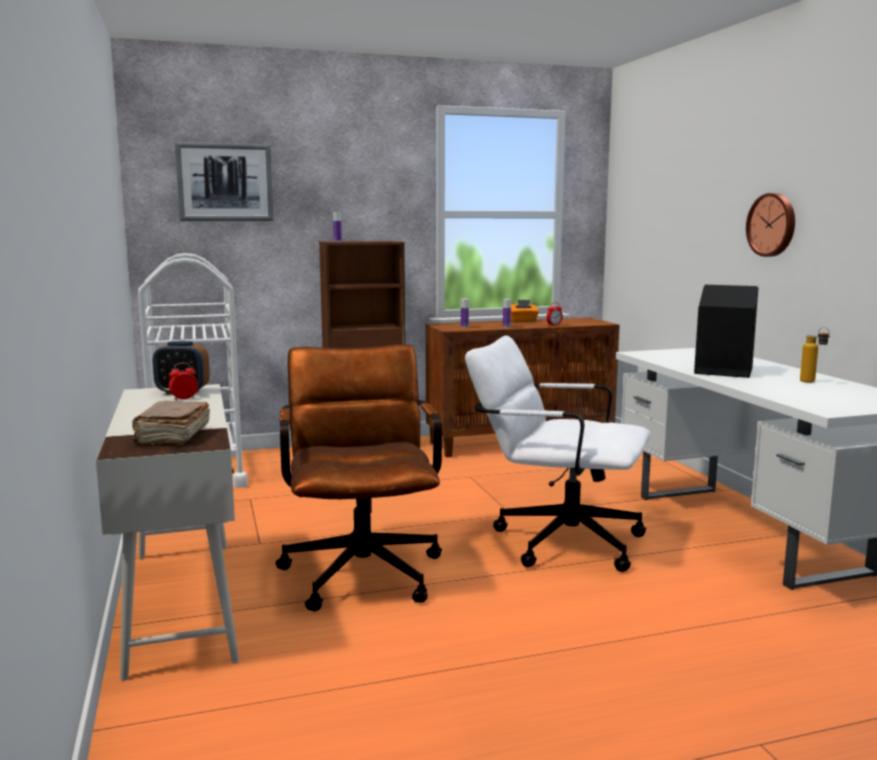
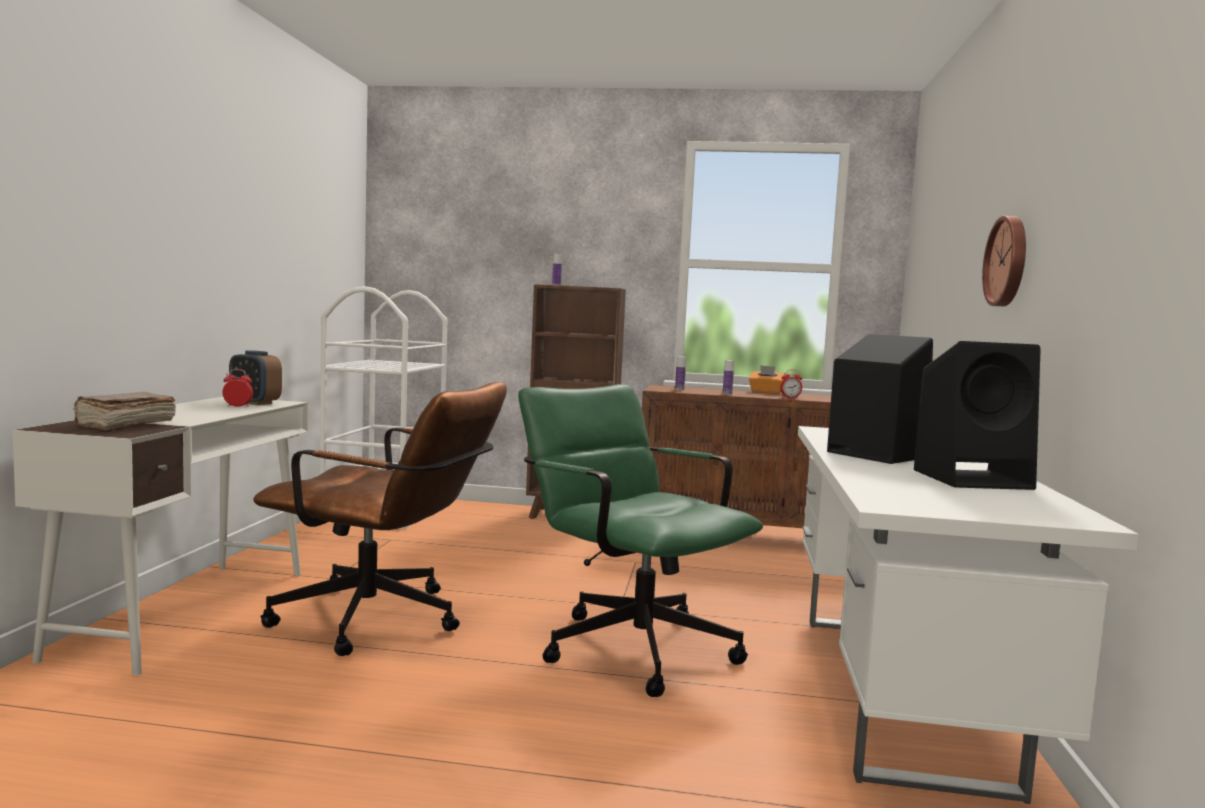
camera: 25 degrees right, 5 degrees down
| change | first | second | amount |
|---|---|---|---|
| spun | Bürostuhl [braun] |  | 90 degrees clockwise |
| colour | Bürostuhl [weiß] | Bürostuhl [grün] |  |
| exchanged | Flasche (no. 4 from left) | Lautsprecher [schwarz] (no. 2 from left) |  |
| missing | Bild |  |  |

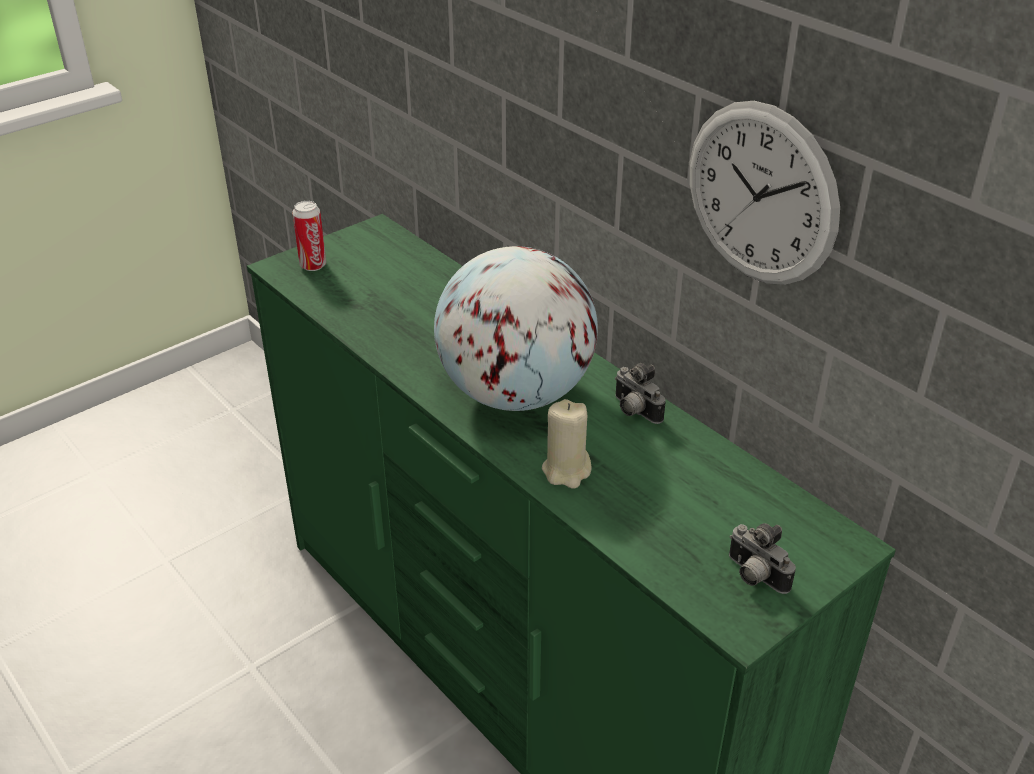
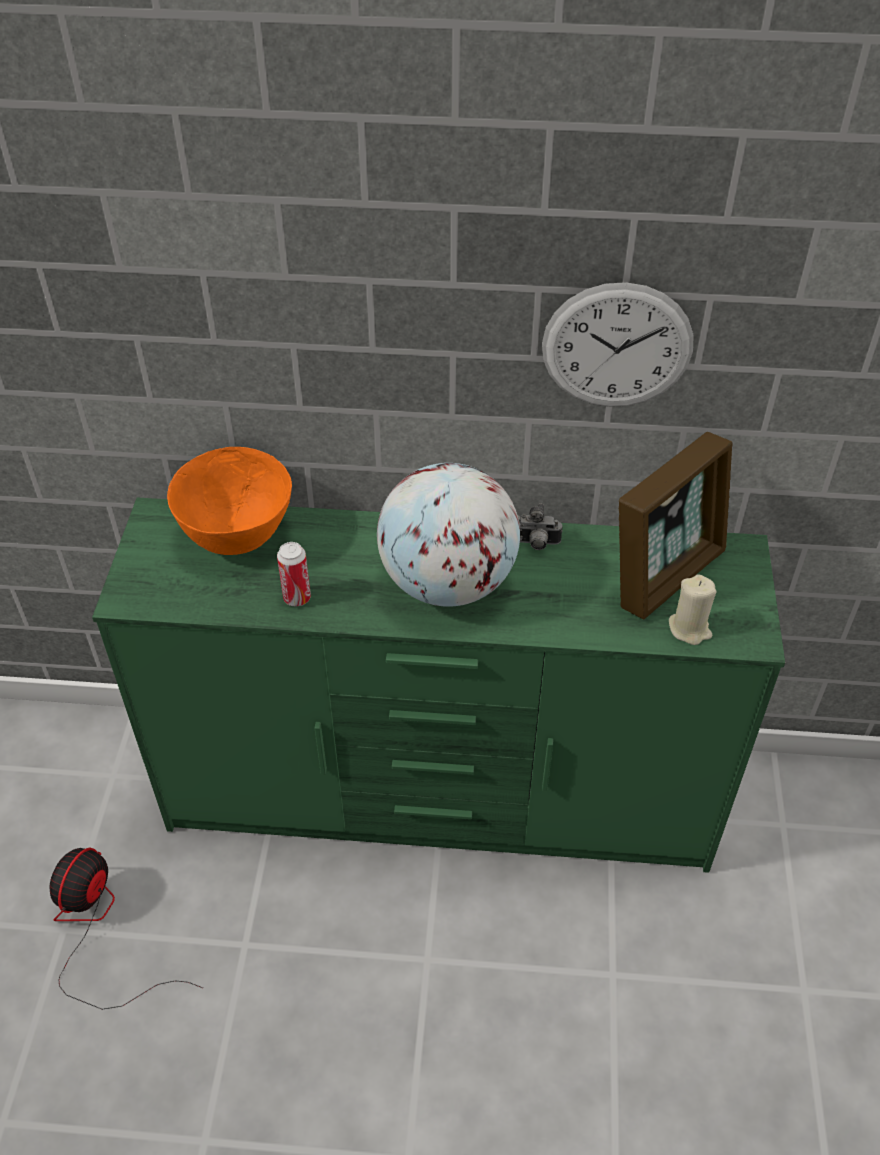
camera: 45 degrees left, 10 degrees up
| change | first | second | amount |
|---|---|---|---|
| appeared |  | Ventilator |  |
| appeared |  | Schüssel [orange] |  |
| relocated | Dose |  |  |
| appeared |  | Bilderrahmen |  |
| relocated | Kerze [beige] |  |  |
| missing | Kamera (no. 2 from left) |  |  |

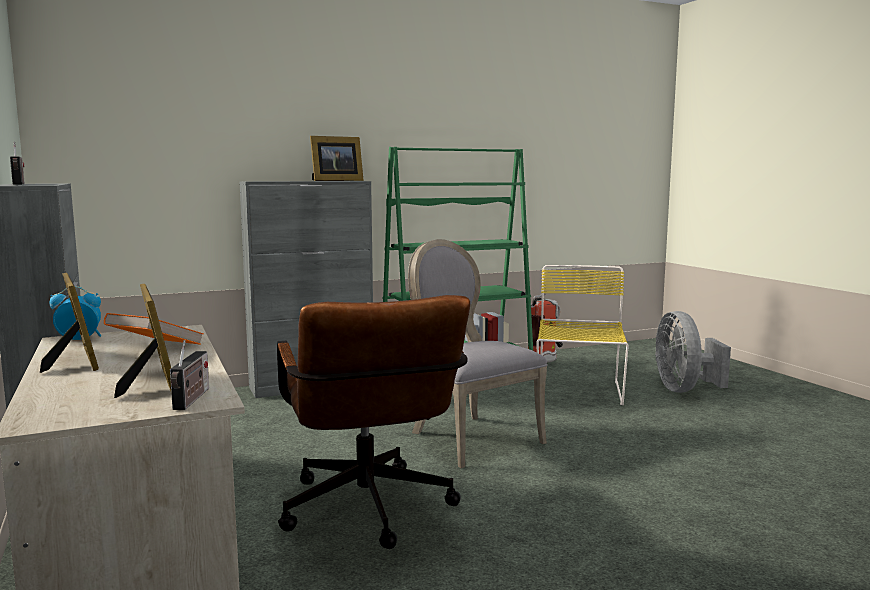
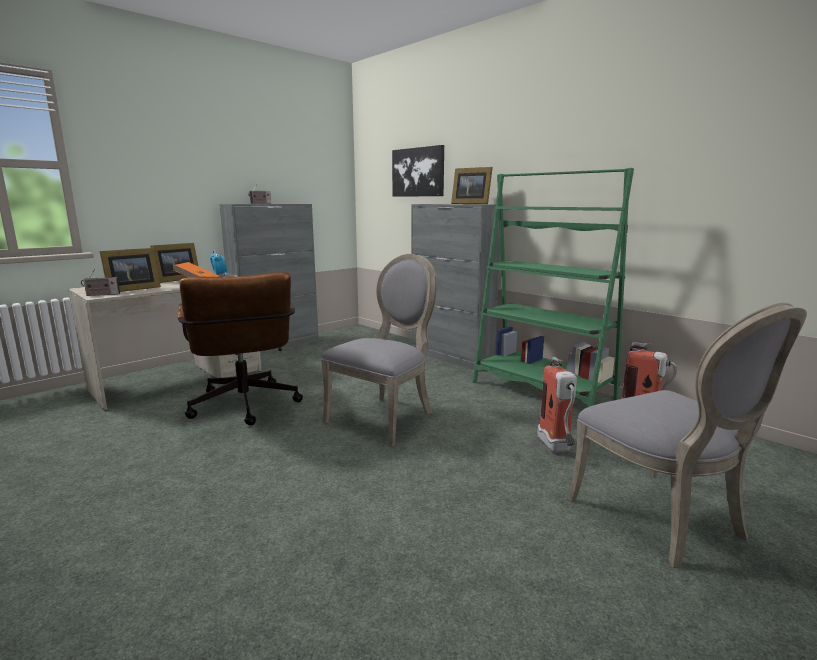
camera: 70 degrees right, 5 degrees up
| change | first | second | amount |
|---|---|---|---|
| spun | Bürostuhl [braun] |  | 75 degrees counterclockwise |
| appeared |  | Bild |  |
| exchanged | Stuhl [gelb] | Feuerlöscher (no. 1 from left) |  |
| exchanged | Ventilator [grau] | Stuhl [grau] (no. 2 from left) |  |

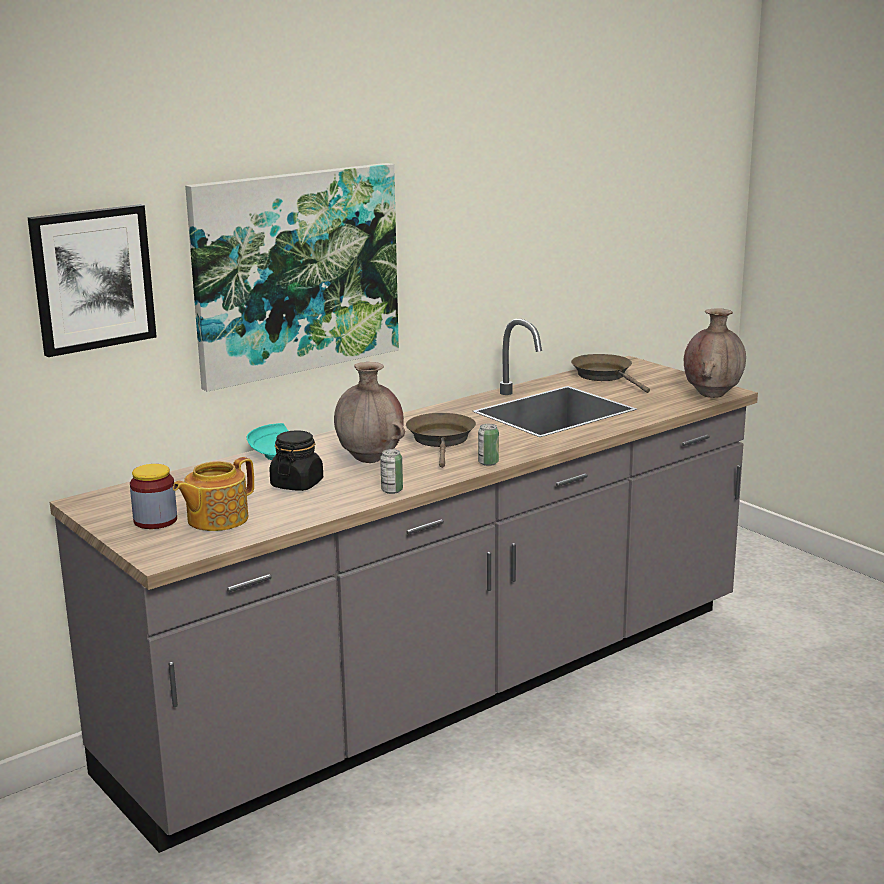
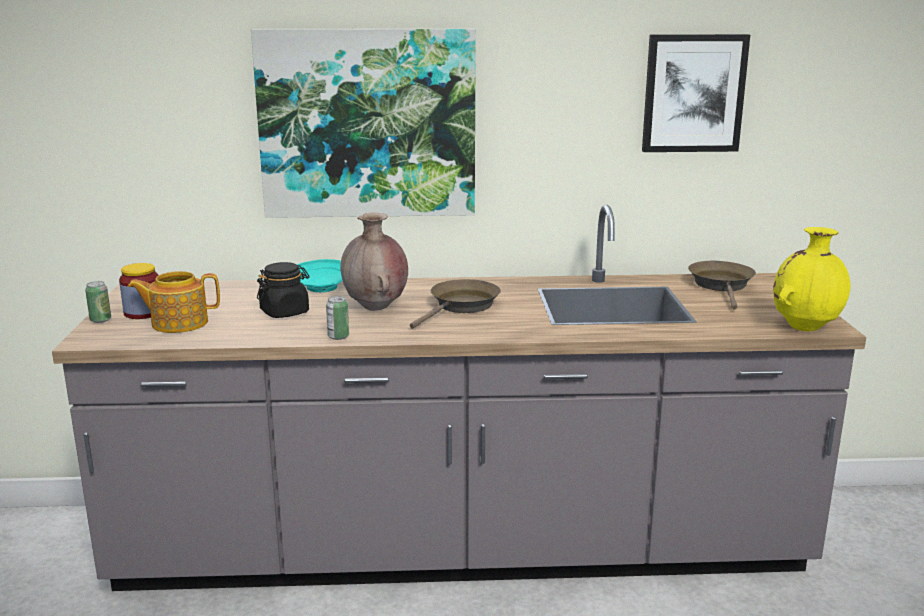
camera: 35 degrees right, 0 degrees up
| change | first | second | amount |
|---|---|---|---|
| relocated | Dose (no. 2 from left in the first image) | Dose (no. 1 from left) |  |
| relocated | Bild (no. 1 from left in the first image) | Bild (no. 2 from left) |  |
| colour | Vase [braun] (no. 2 from left) | Vase [gelb] |  |

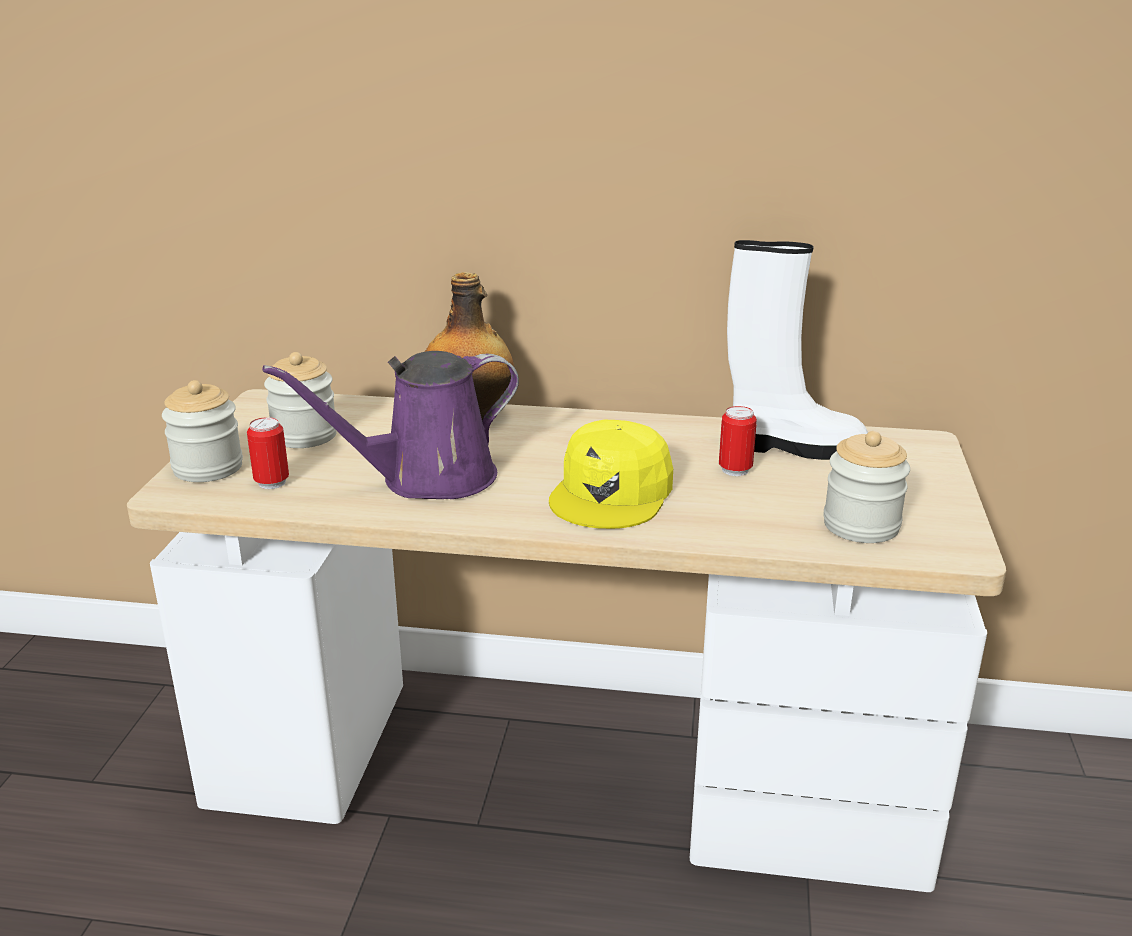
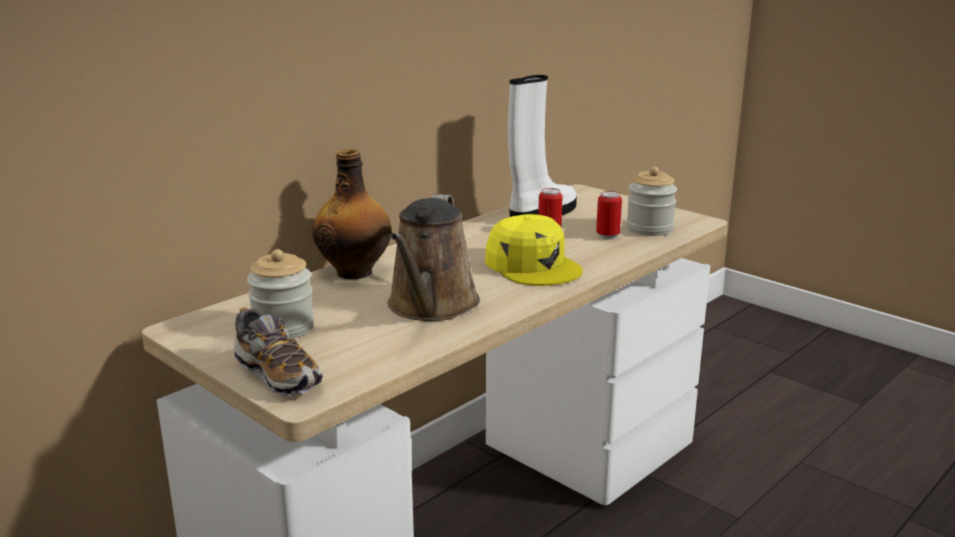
camera: 55 degrees left, 5 degrees down
| change | first | second | amount |
|---|---|---|---|
| exchanged | Vorratsglas (no. 1 from left) | Schuh |  |
| colour | Gießkanne [lila] | Gießkanne [braun] |  |
| relocated | Dose (no. 1 from left in the first image) | Dose (no. 2 from left) |  |

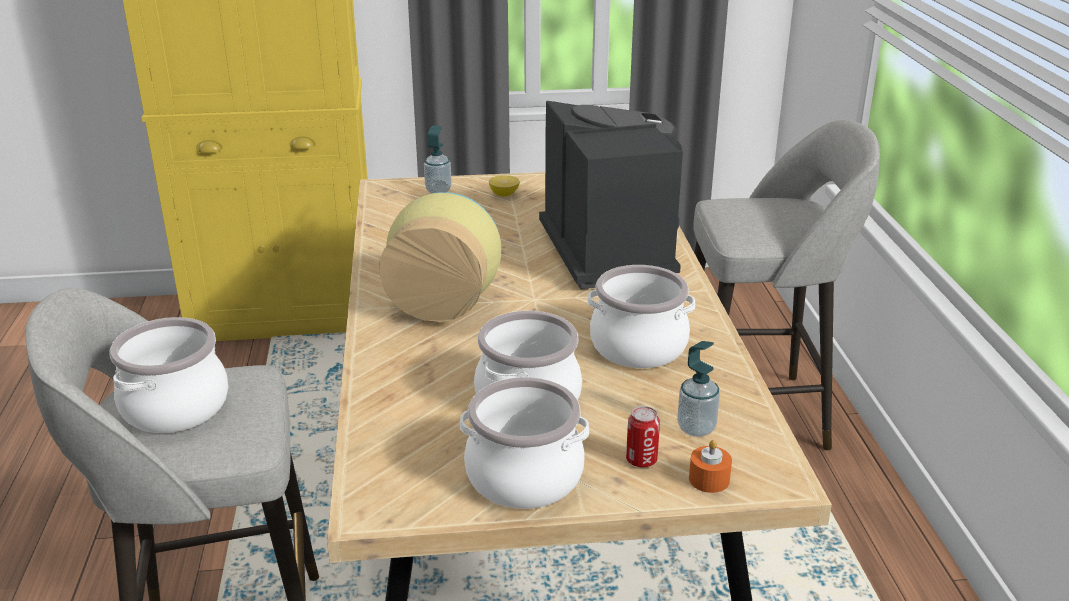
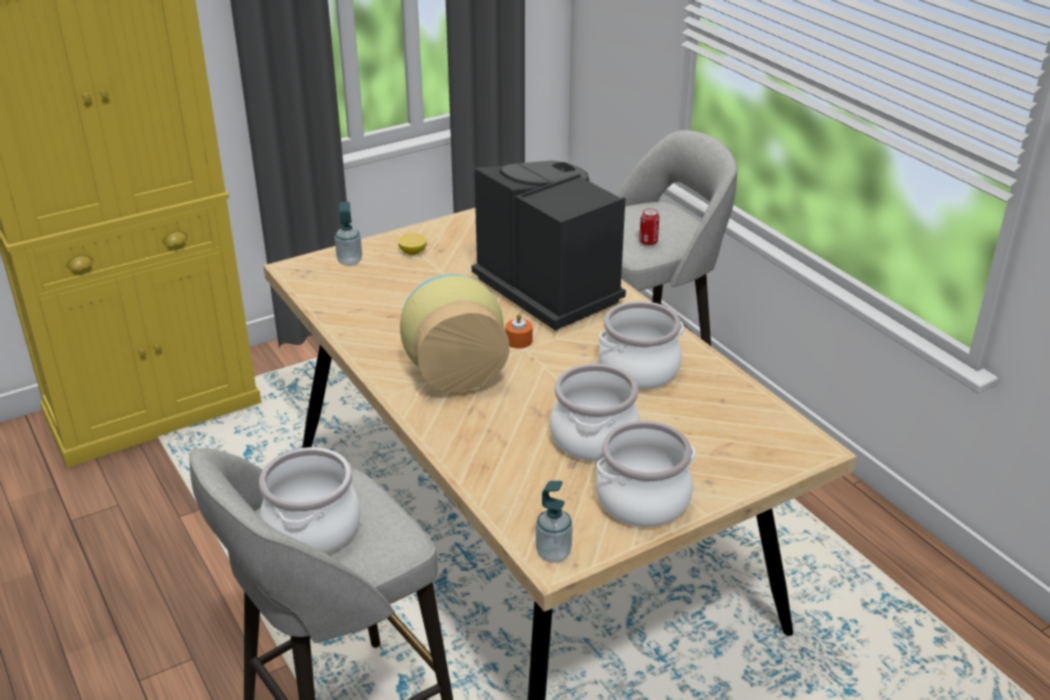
camera: 25 degrees left, 5 degrees up
| change | first | second | amount |
|---|---|---|---|
| relocated | Kerze [orange] |  |  |
| relocated | Seifenspender (no. 2 from left) |  |  |
| relocated | Dose |  |  |

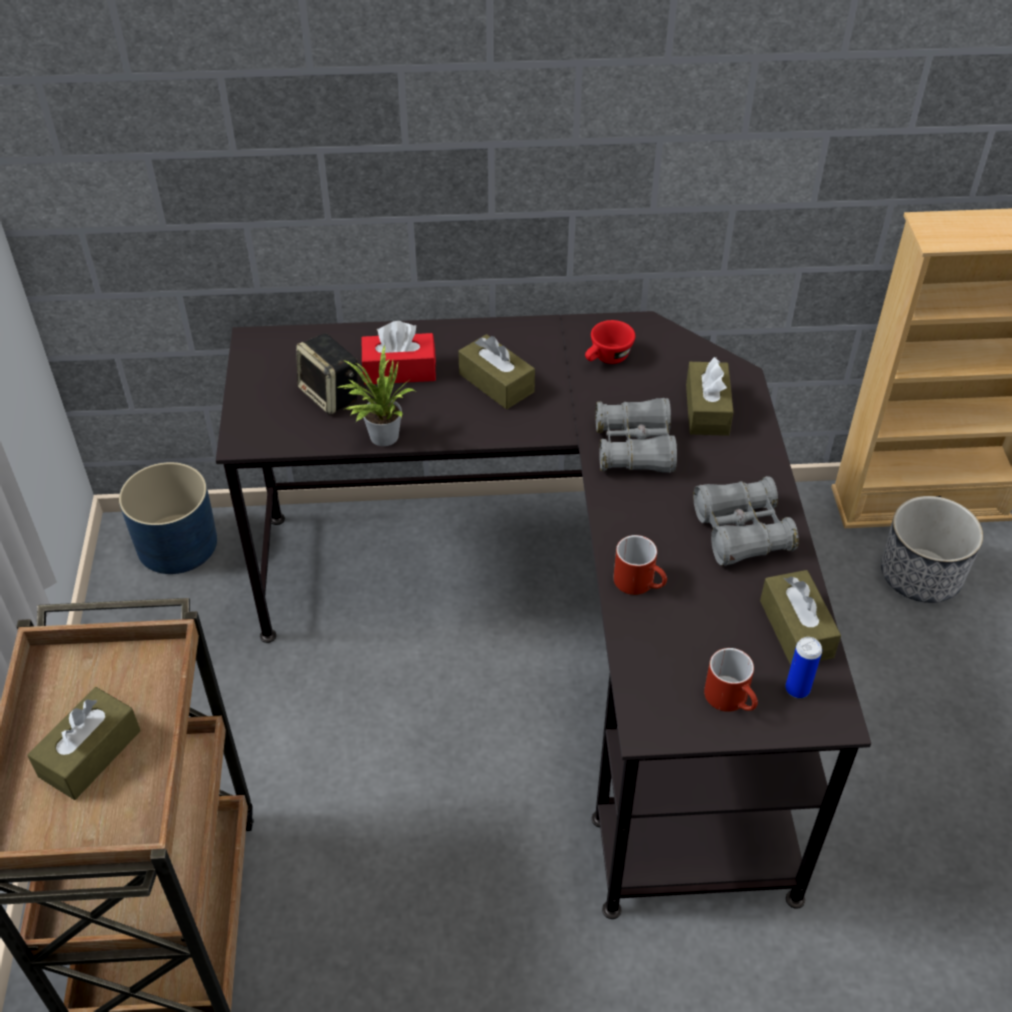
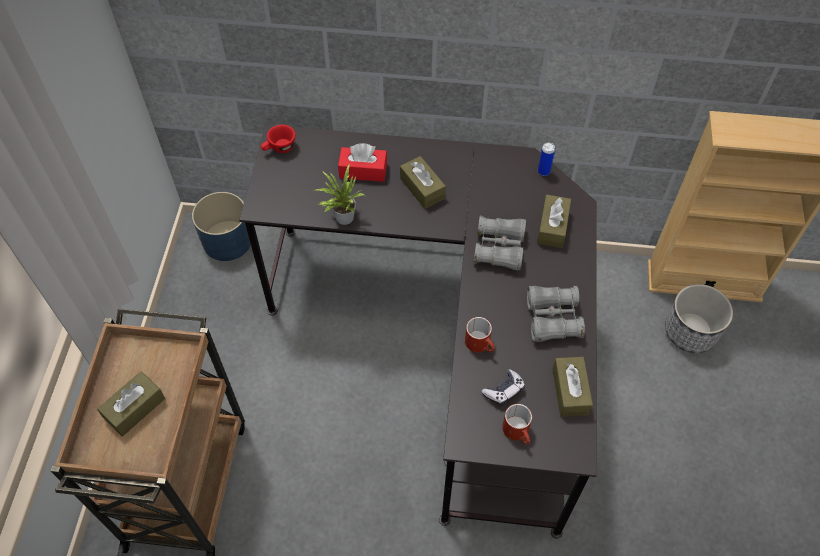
camera: 10 degrees right, 10 degrees up
| change | first | second | amount |
|---|---|---|---|
| relocated | Tasse [rot] |  |  |
| appeared |  | Gamepad |  |
| relocated | Dose |  |  |
| missing | Lautsprecher |  |  |

